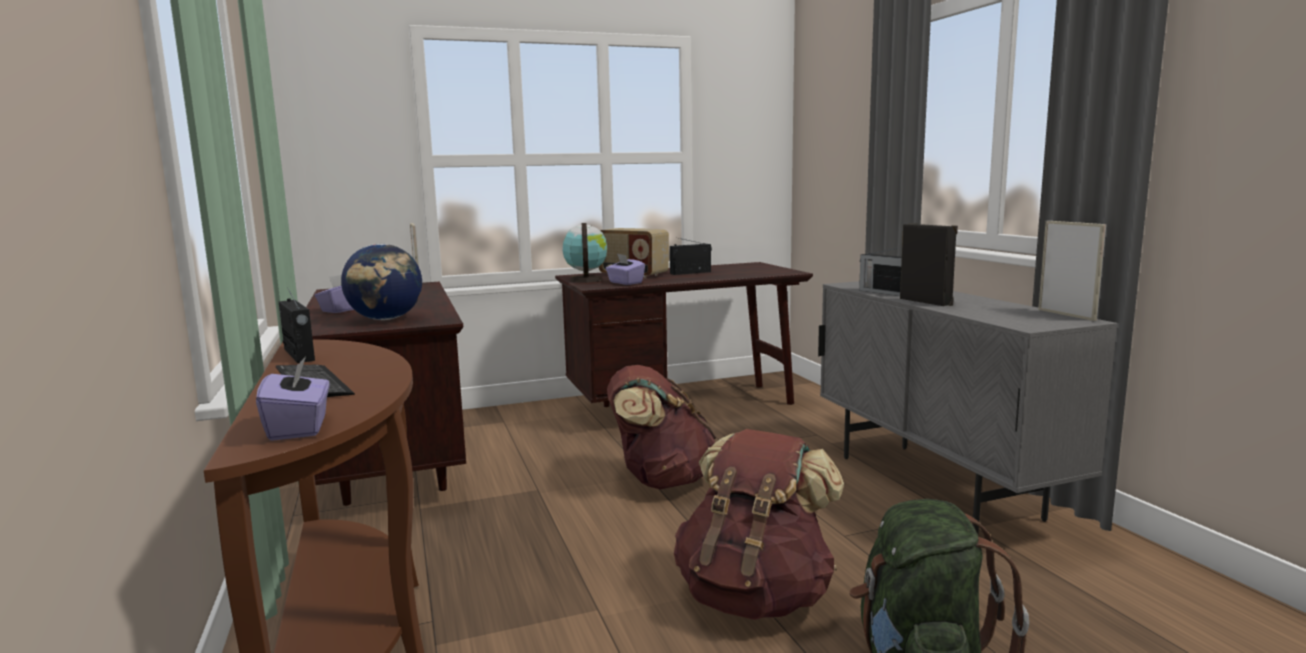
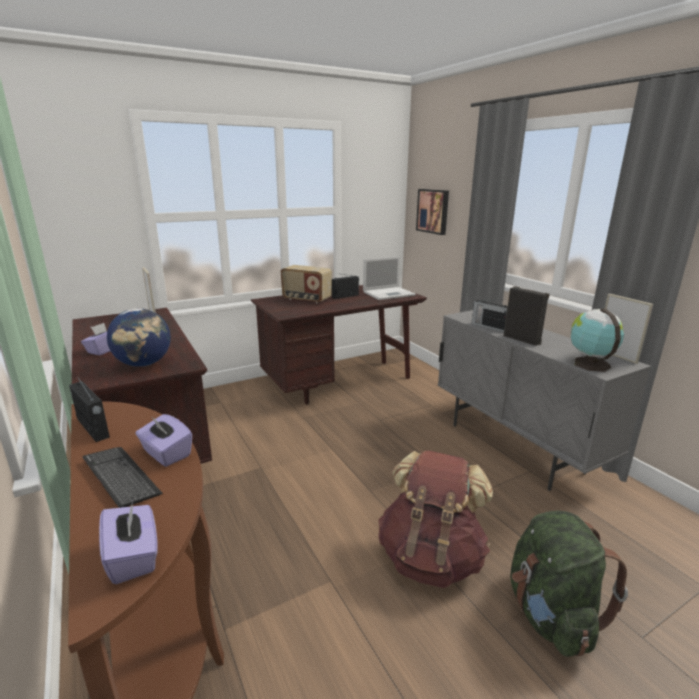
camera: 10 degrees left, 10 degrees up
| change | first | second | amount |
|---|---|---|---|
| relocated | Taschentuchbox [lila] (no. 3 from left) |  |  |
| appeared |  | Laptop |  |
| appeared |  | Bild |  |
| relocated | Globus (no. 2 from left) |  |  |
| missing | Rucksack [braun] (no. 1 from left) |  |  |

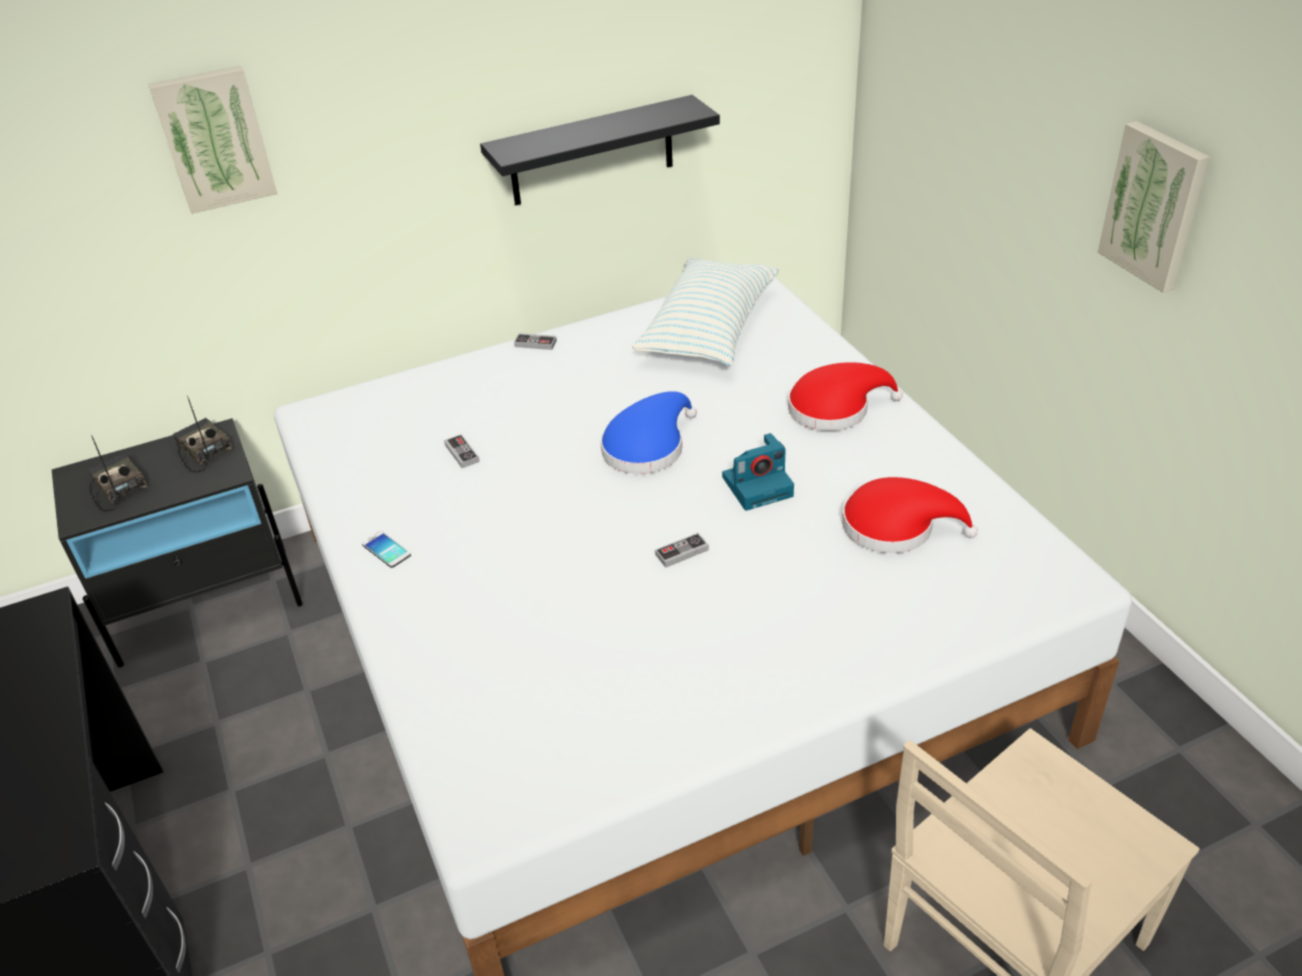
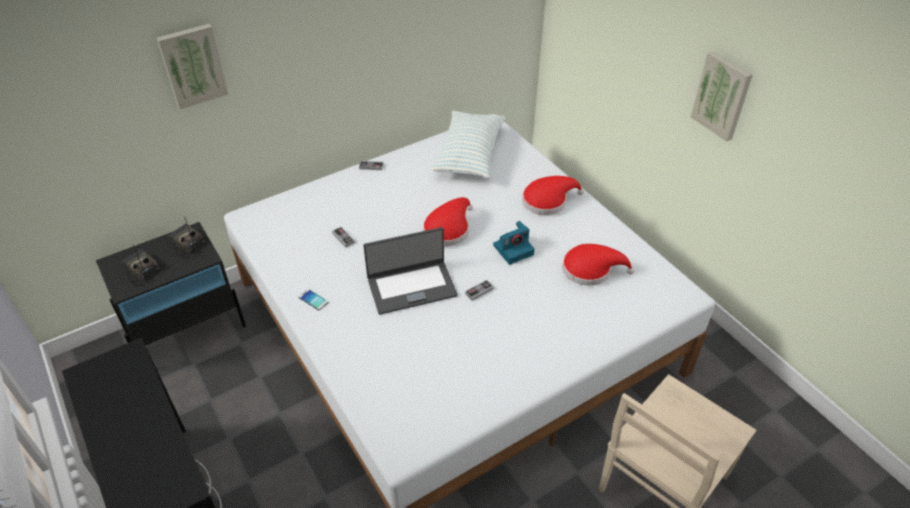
camera: 10 degrees left, 5 degrees up
| change | first | second | amount |
|---|---|---|---|
| appeared |  | Laptop |  |
| colour | Hut [blau] | Hut [rot] (no. 1 from left) |  |
| missing | Wandregal [schwarz] |  |  |

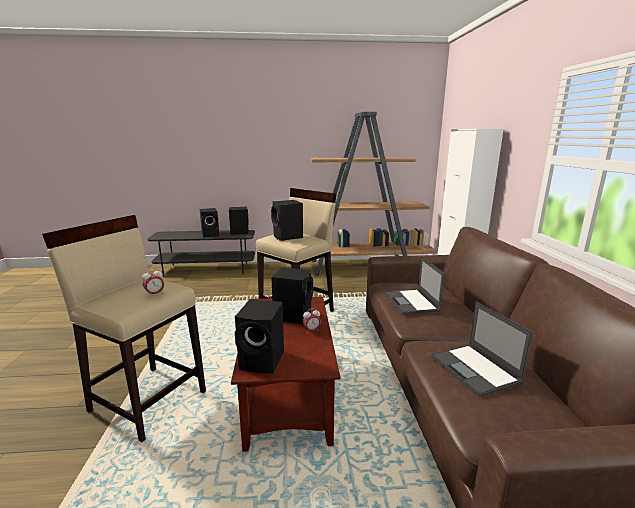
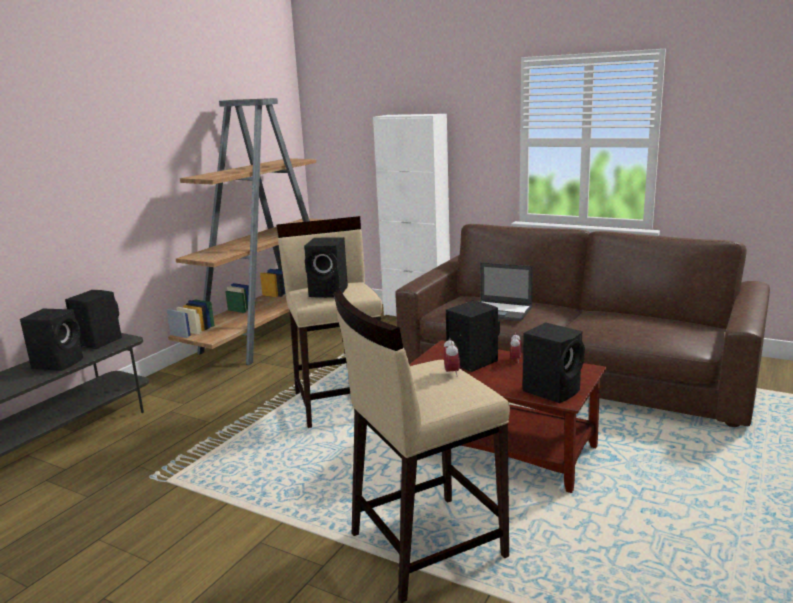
camera: 55 degrees left, 0 degrees up
| change | first | second | amount |
|---|---|---|---|
| missing | Laptop (no. 2 from left) |  |  |

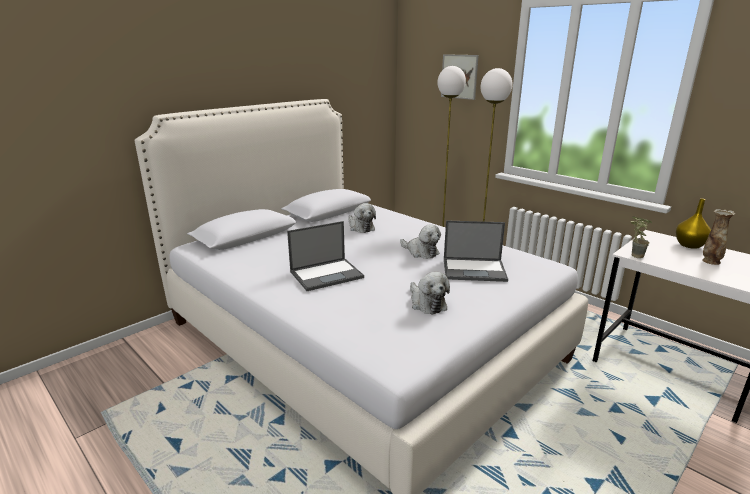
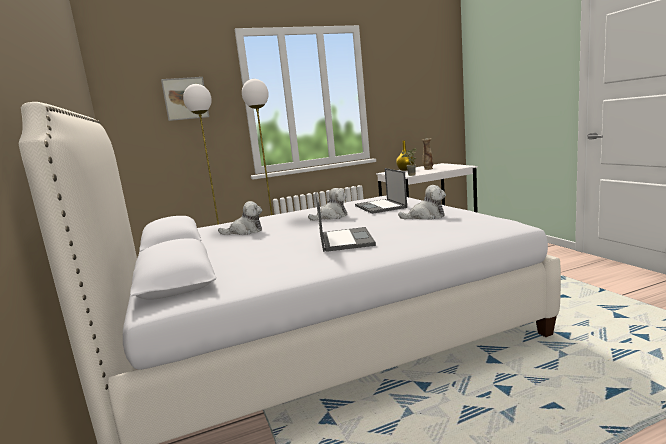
camera: 65 degrees left, 10 degrees down
| change | first | second | amount |
|---|---|---|---|
| spun | Laptop (no. 2 from left) |  | 135 degrees clockwise |

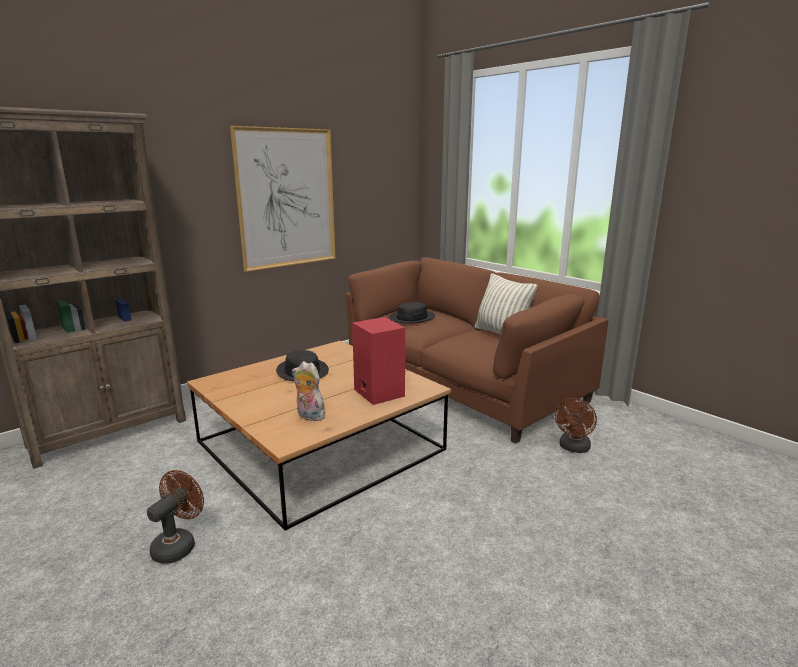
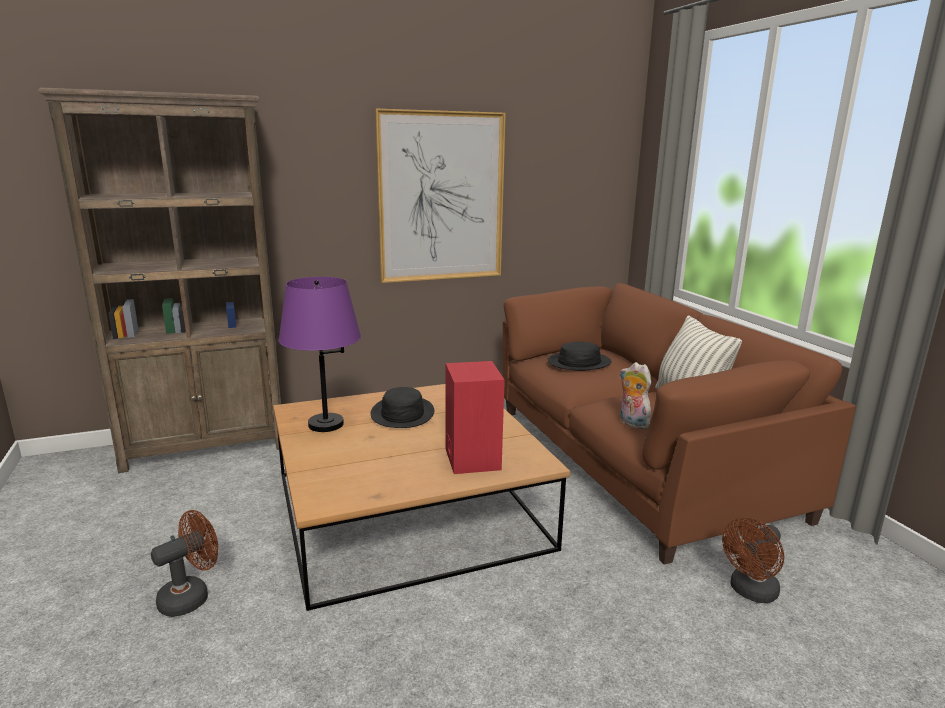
camera: 20 degrees right, 0 degrees up
| change | first | second | amount |
|---|---|---|---|
| appeared |  | Tischlampe [lila] |  |
| relocated | Plüschtier |  |  |

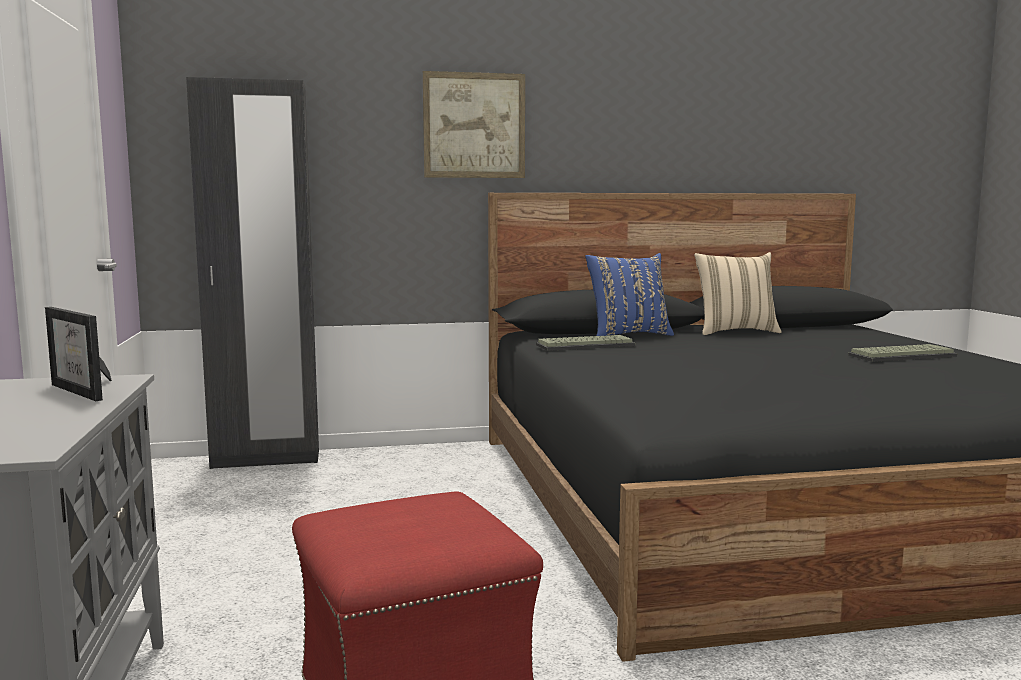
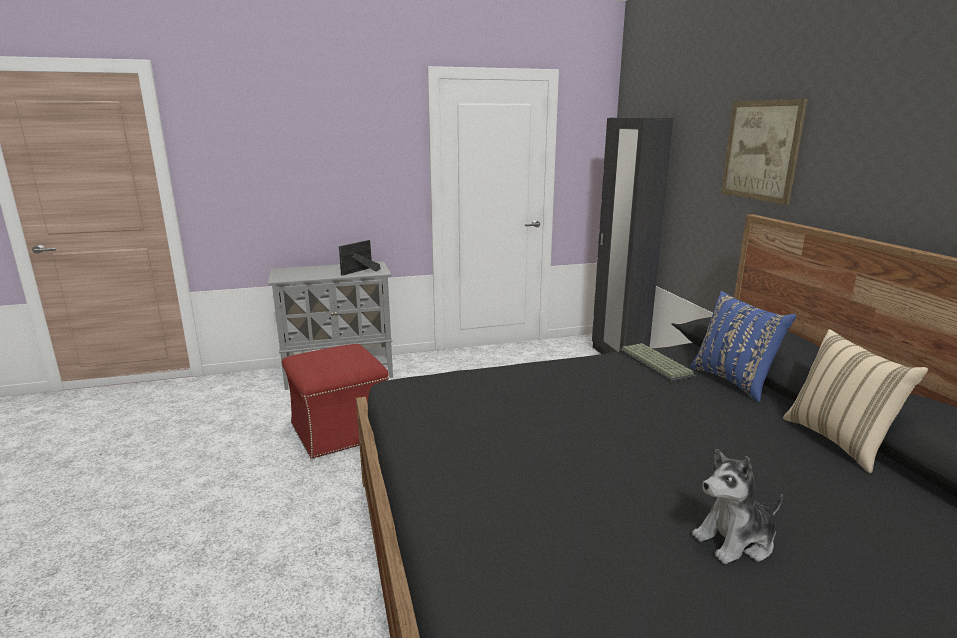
camera: 85 degrees right, 10 degrees up
| change | first | second | amount |
|---|---|---|---|
| exchanged | Tastatur (no. 2 from left) | Plüschtier |  |

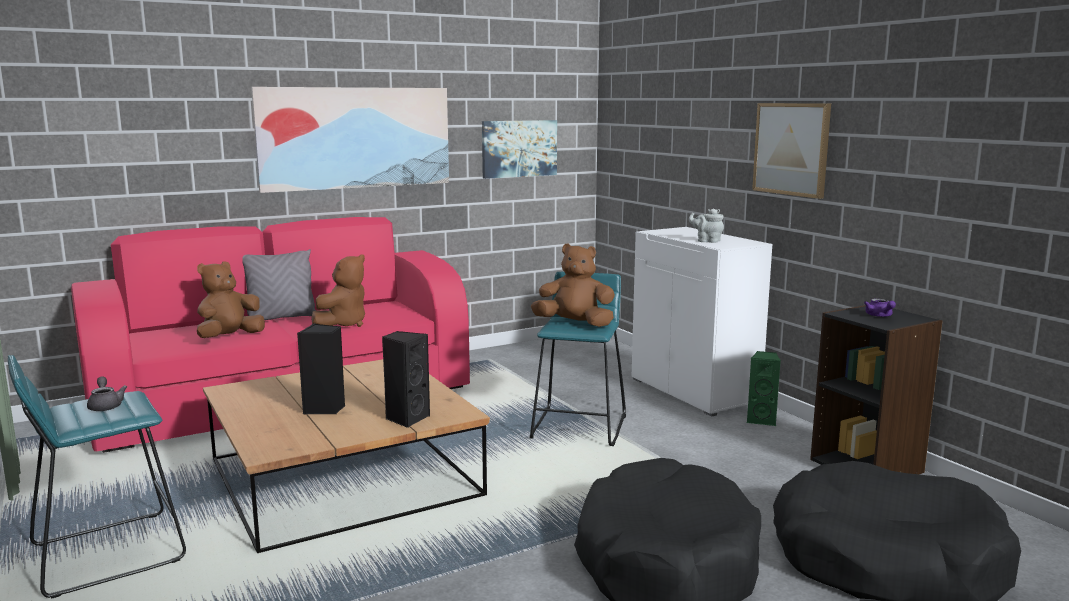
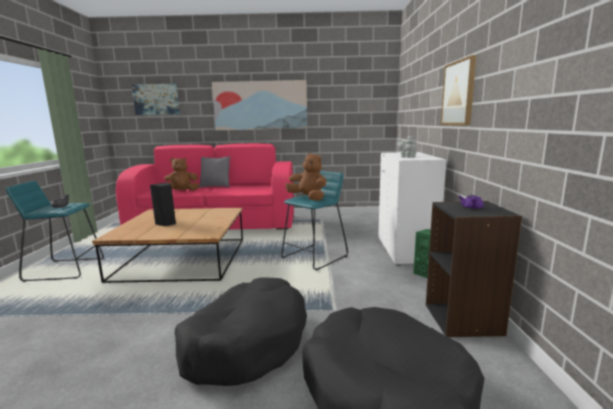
camera: 30 degrees right, 0 degrees up
| change | first | second | amount |
|---|---|---|---|
| relocated | Bild (no. 2 from left in the first image) | Bild (no. 1 from left) |  |
| missing | Plüschtier [braun] (no. 2 from left) |  |  |
| missing | Lautsprecher [schwarz] (no. 2 from left) |  |  |

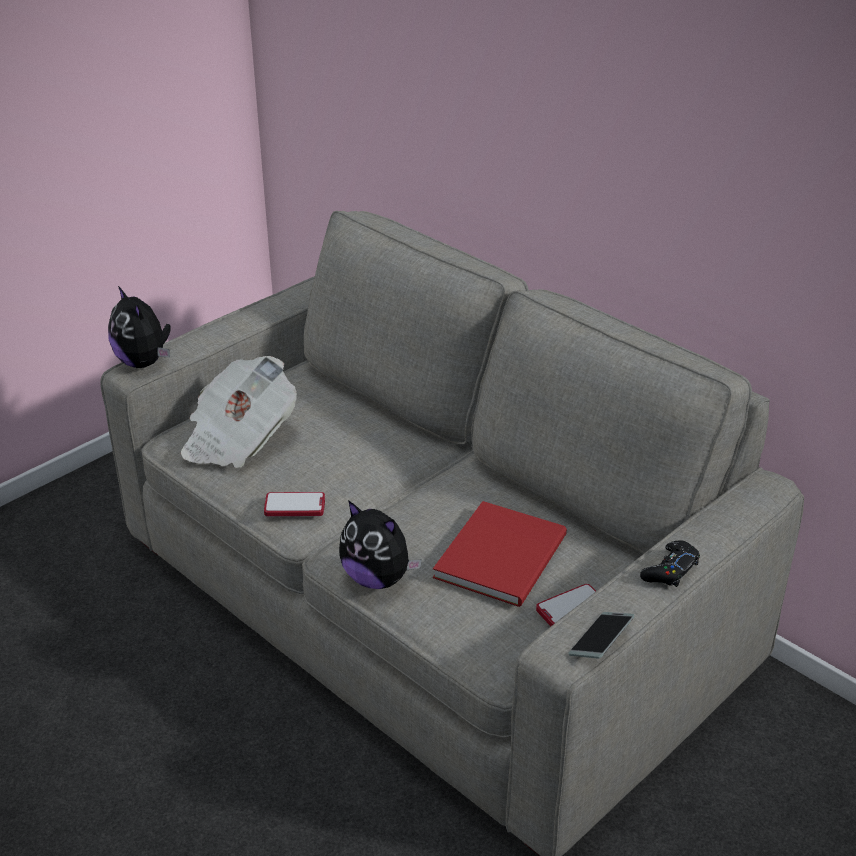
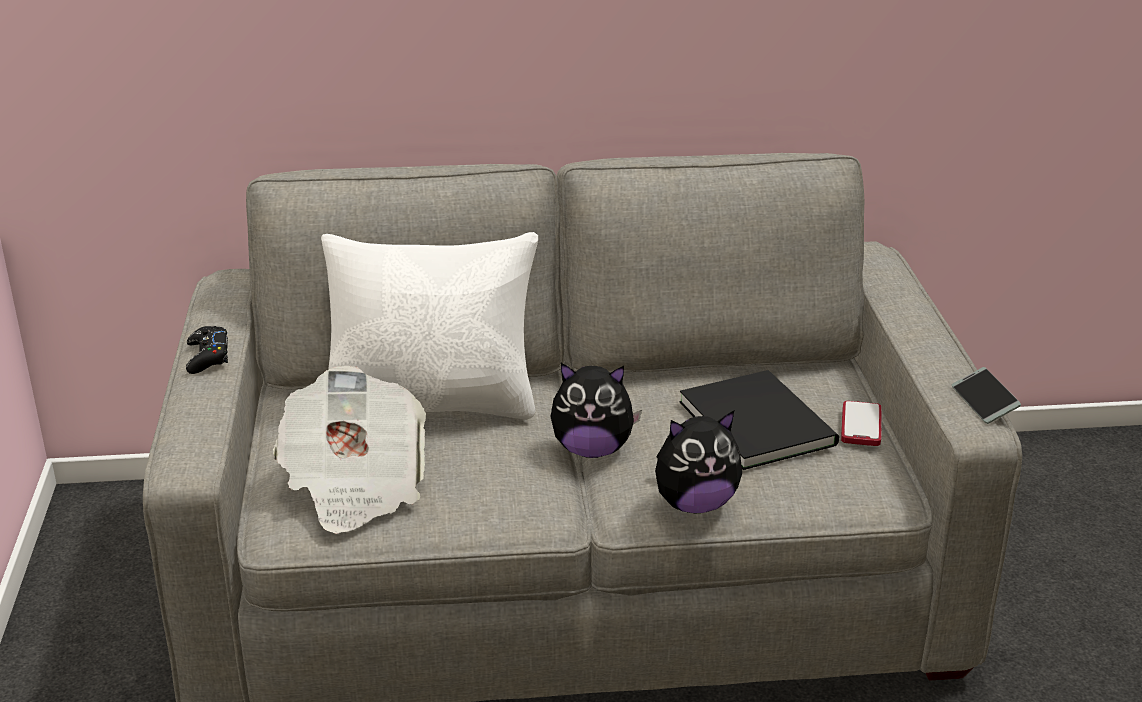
camera: 50 degrees left, 5 degrees down
| change | first | second | amount |
|---|---|---|---|
| relocated | Gamepad [schwarz] |  |  |
| appeared |  | Kissen [weiß] |  |
| relocated | Plüschtier (no. 1 from left) |  |  |
| colour | Buch [rot] | Buch [schwarz] |  |
| missing | Handy (no. 1 from left) |  |  |

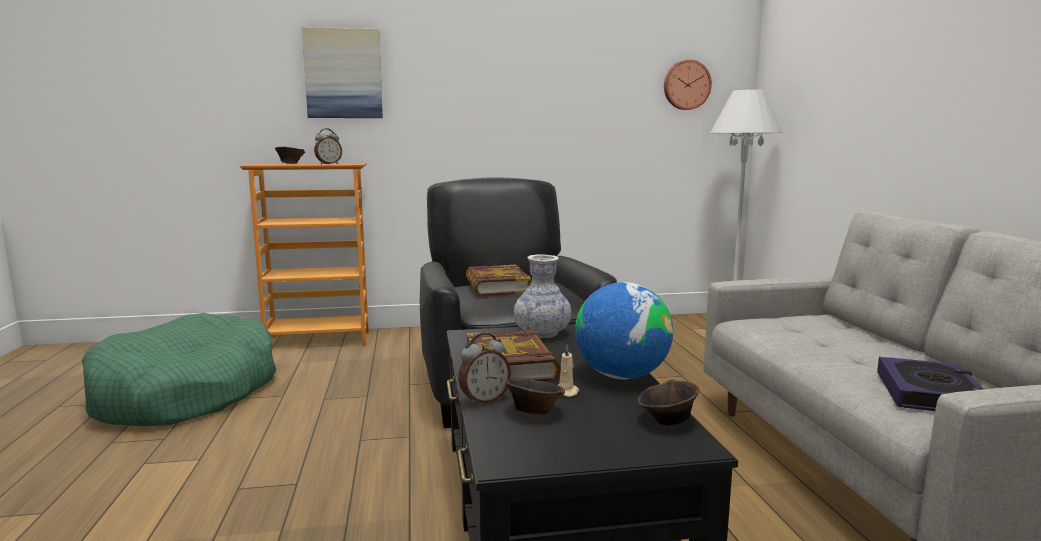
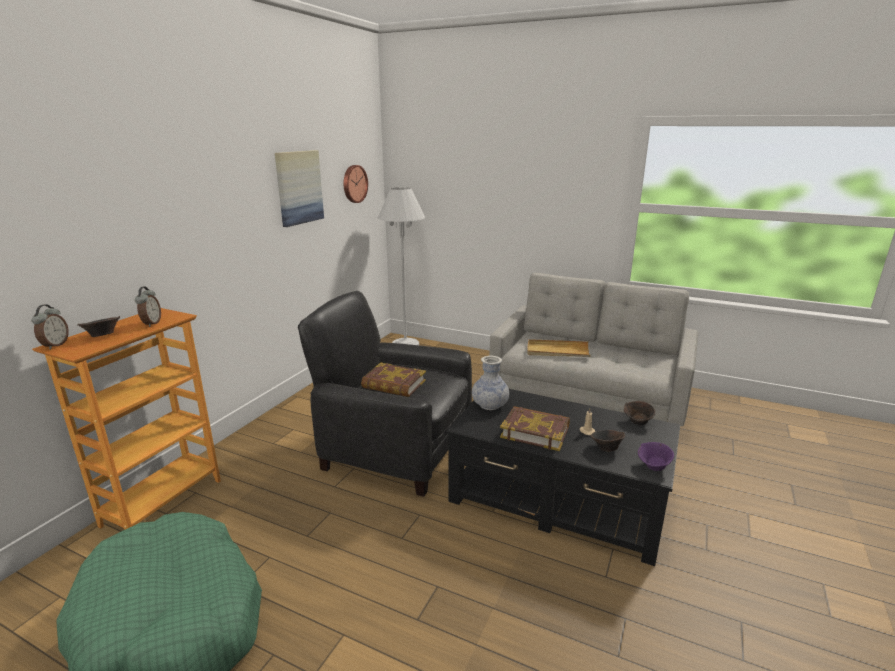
camera: 55 degrees left, 10 degrees up
| change | first | second | amount |
|---|---|---|---|
| relocated | Wecker (no. 2 from left in the first image) | Wecker (no. 1 from left) |  |
| relocated | Bild |  |  |
| appeared |  | Tablett [beige] |  |
| appeared |  | Schüssel [lila] |  |
| missing | Globus |  |  |
| missing | Buch (no. 3 from left) |  |  |

